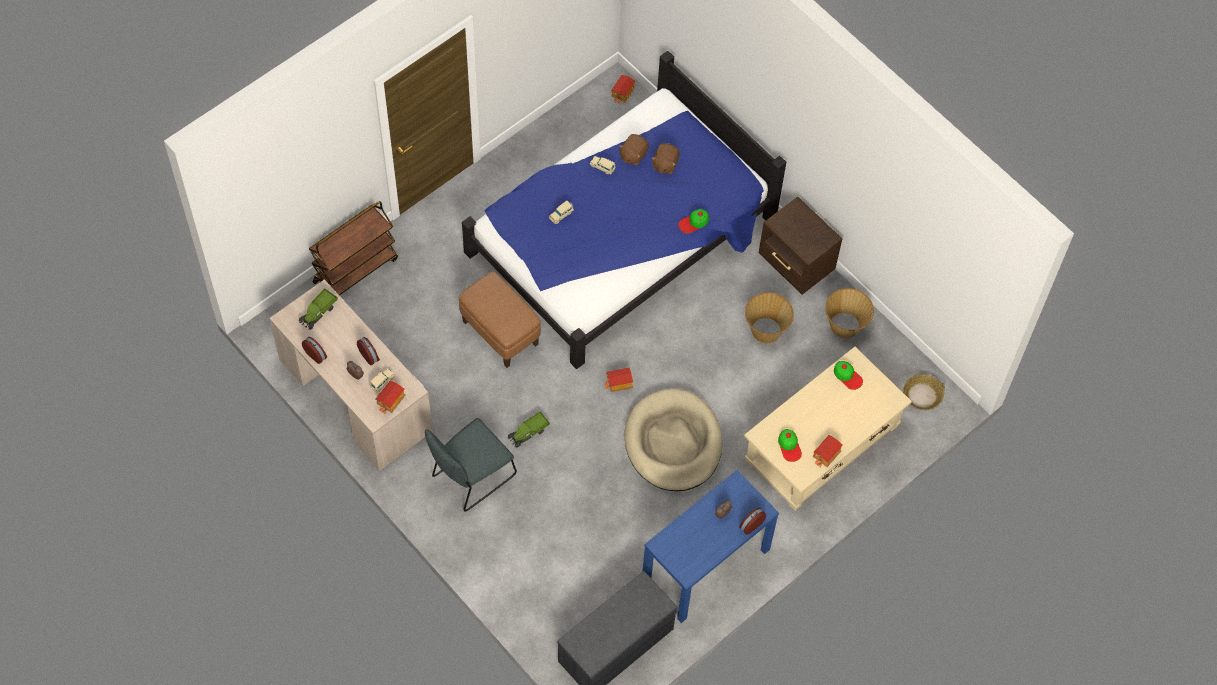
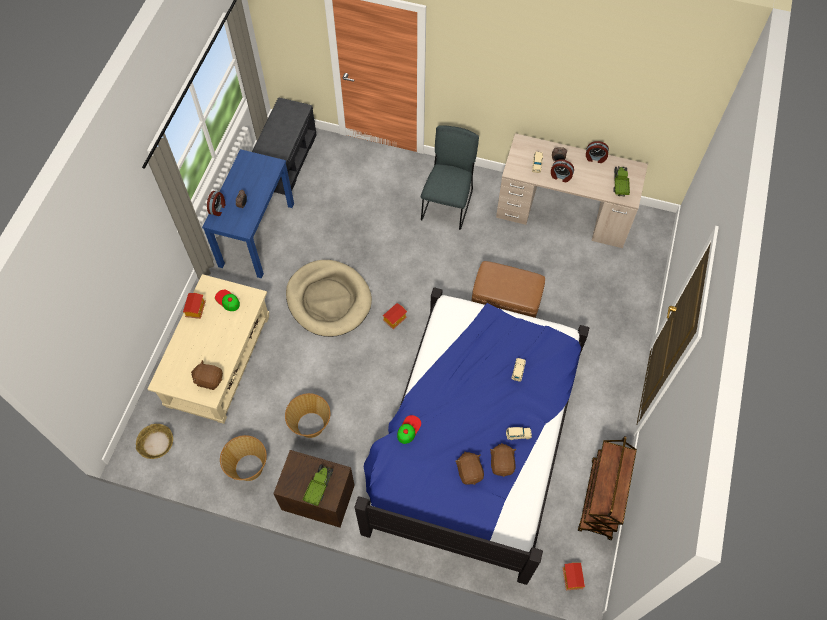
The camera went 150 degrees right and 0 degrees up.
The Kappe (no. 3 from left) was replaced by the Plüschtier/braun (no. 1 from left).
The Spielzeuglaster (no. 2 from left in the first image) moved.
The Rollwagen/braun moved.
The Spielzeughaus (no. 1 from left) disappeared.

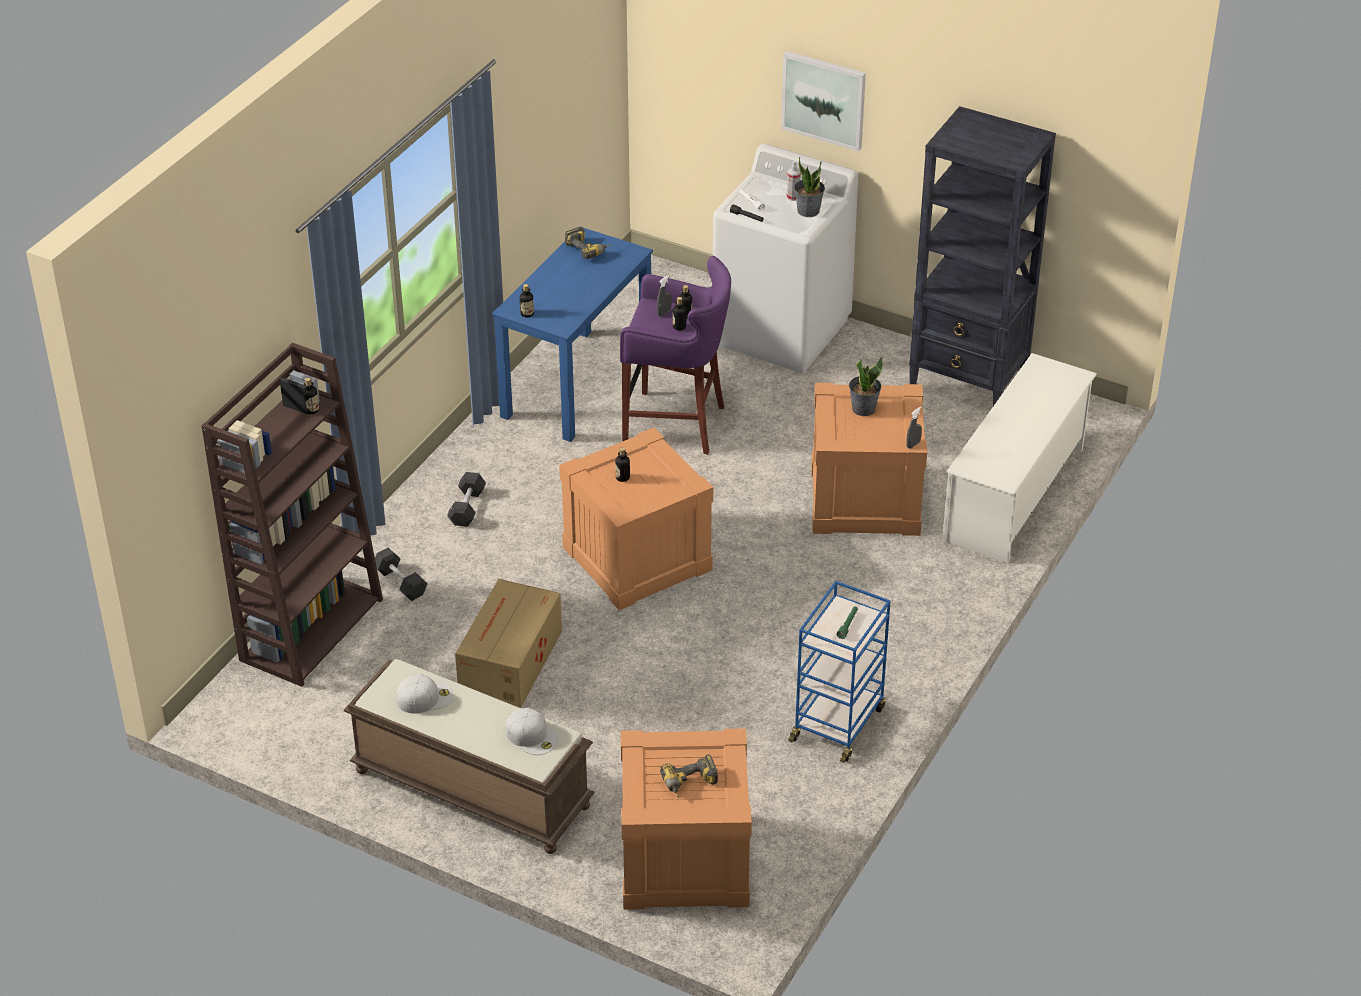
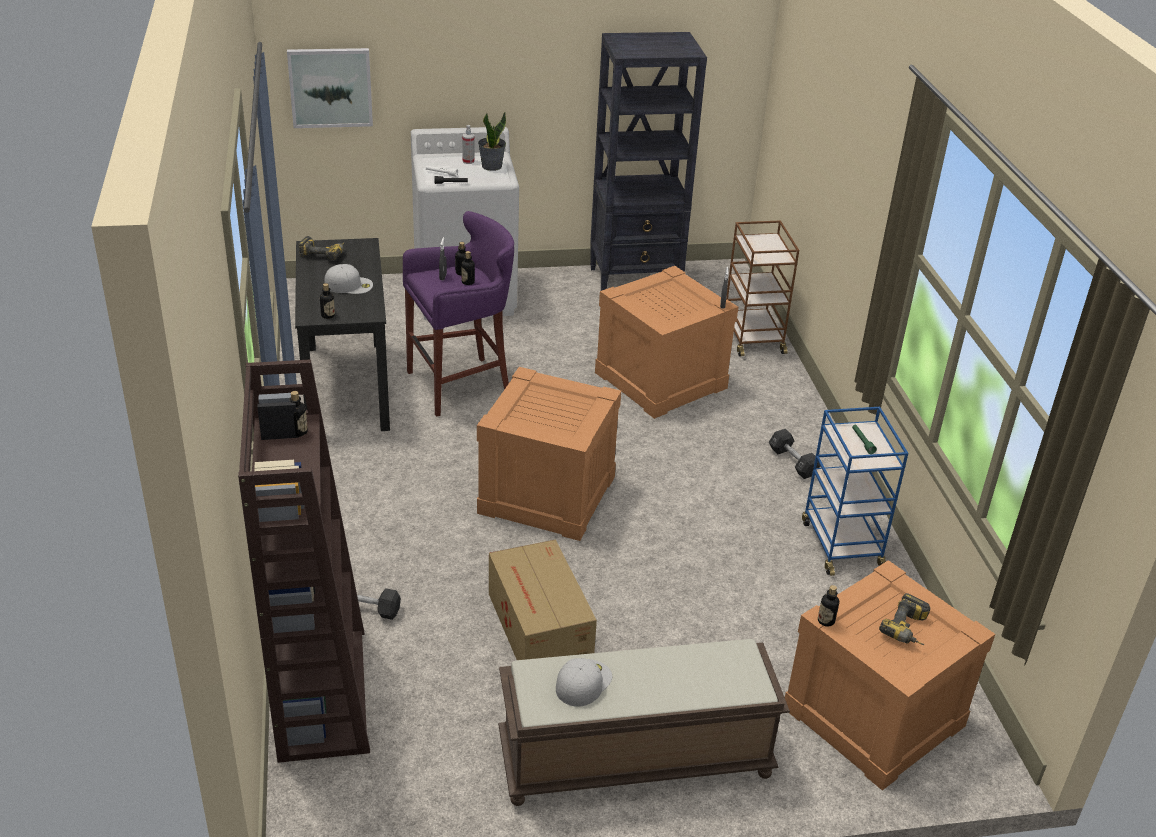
The camera went 40 degrees left and 5 degrees down.
The Bild moved.
The Schreibtisch/blau became the Schreibtisch/schwarz.
The Kappe/weiß (no. 2 from left in the first image) moved.
The Schuhregal/weiß was replaced by the Rollwagen/braun.
The Hantel/schwarz (no. 2 from left) moved.
The Flasche (no. 3 from left in the first image) moved.
The Topfpflanze (no. 2 from left) disappeared.

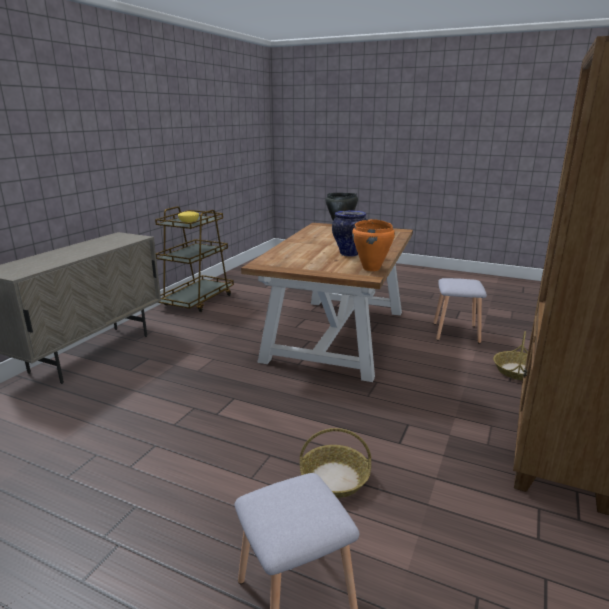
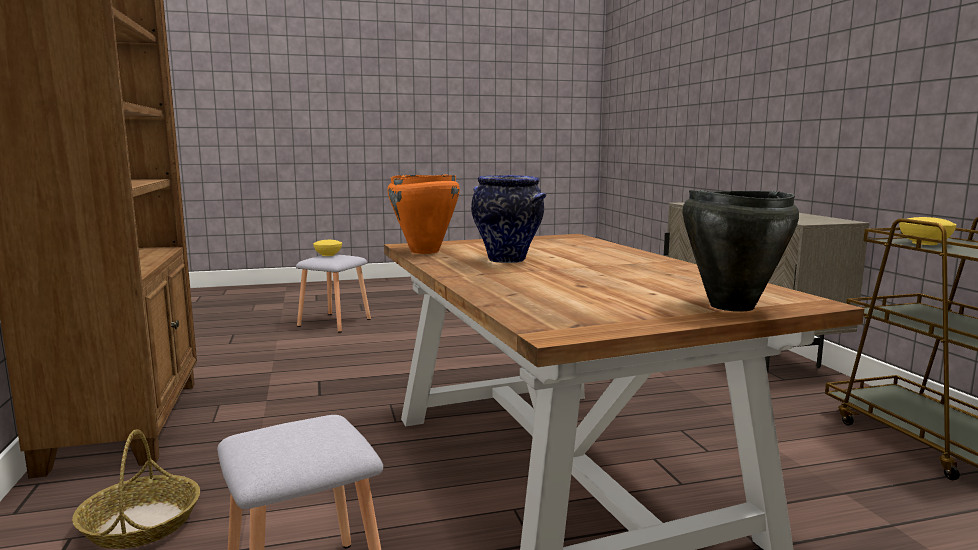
The camera went 140 degrees right and 10 degrees down.
The Schüssel/gelb (no. 1 from left) appeared.
The Korb (no. 1 from left) disappeared.

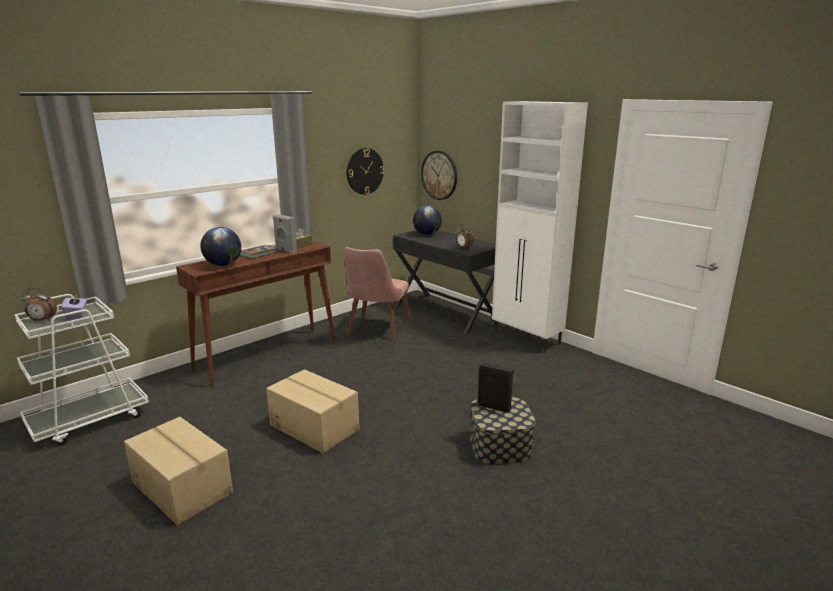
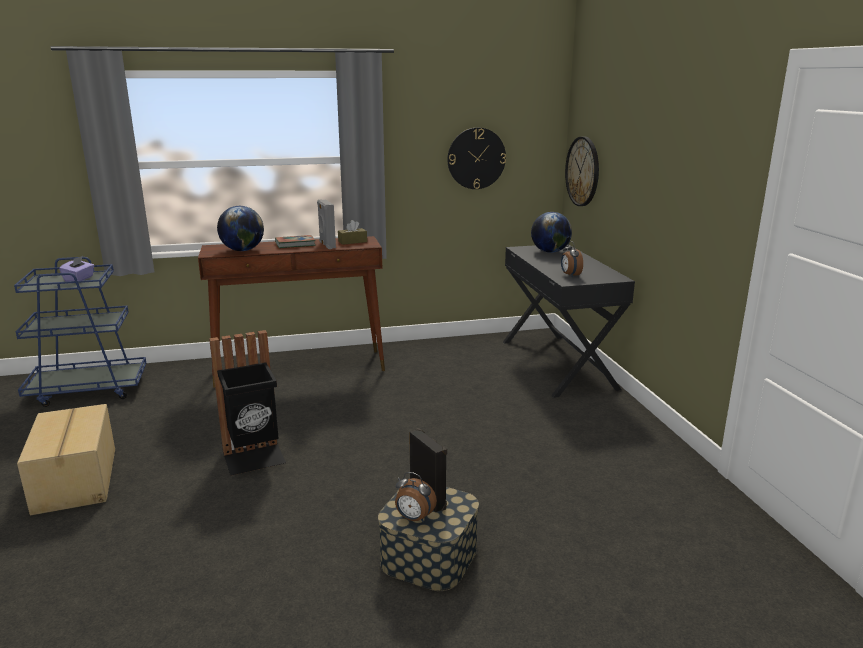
The camera went 30 degrees right and 0 degrees up.
The Rollwagen/weiß became the Rollwagen/blau.
The Karton (no. 2 from left) was replaced by the Mülleimer/schwarz.
The Wecker (no. 1 from left) moved.
The Stuhl/rosa disappeared.
The Schrank/weiß disappeared.

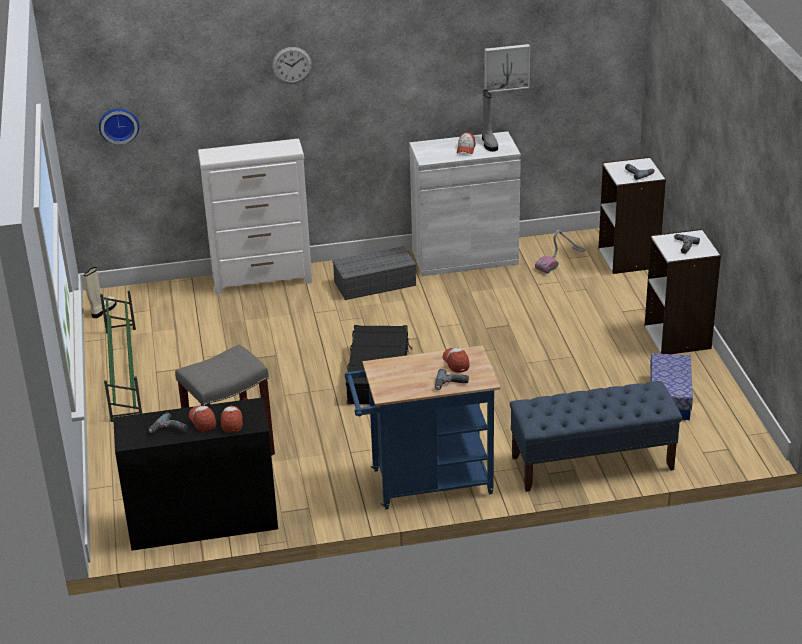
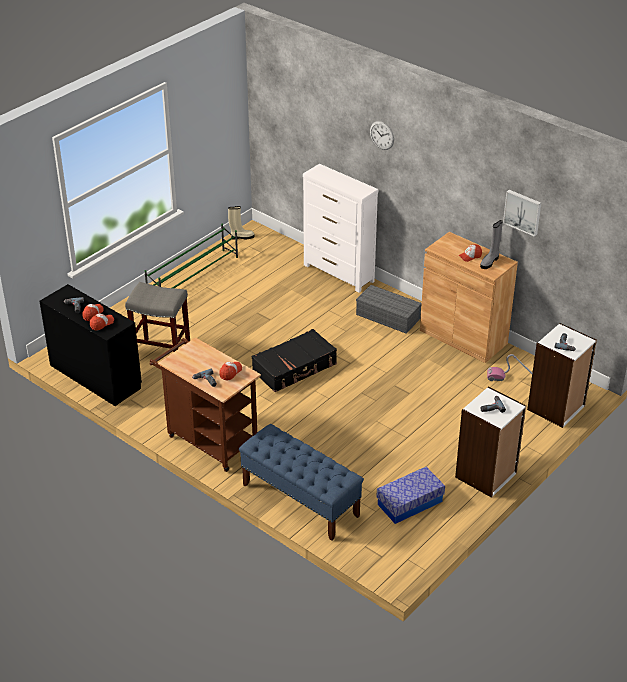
The camera went 50 degrees right and 5 degrees up.
The Rollwagen/blau became the Rollwagen/braun.
The Schrank/weiß became the Schrank/braun.
The Wanduhr (no. 1 from left) disappeared.

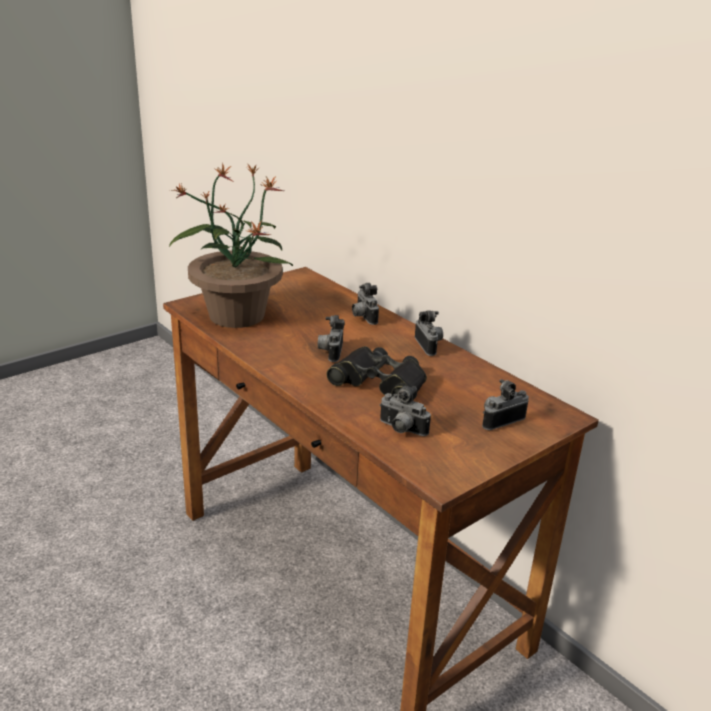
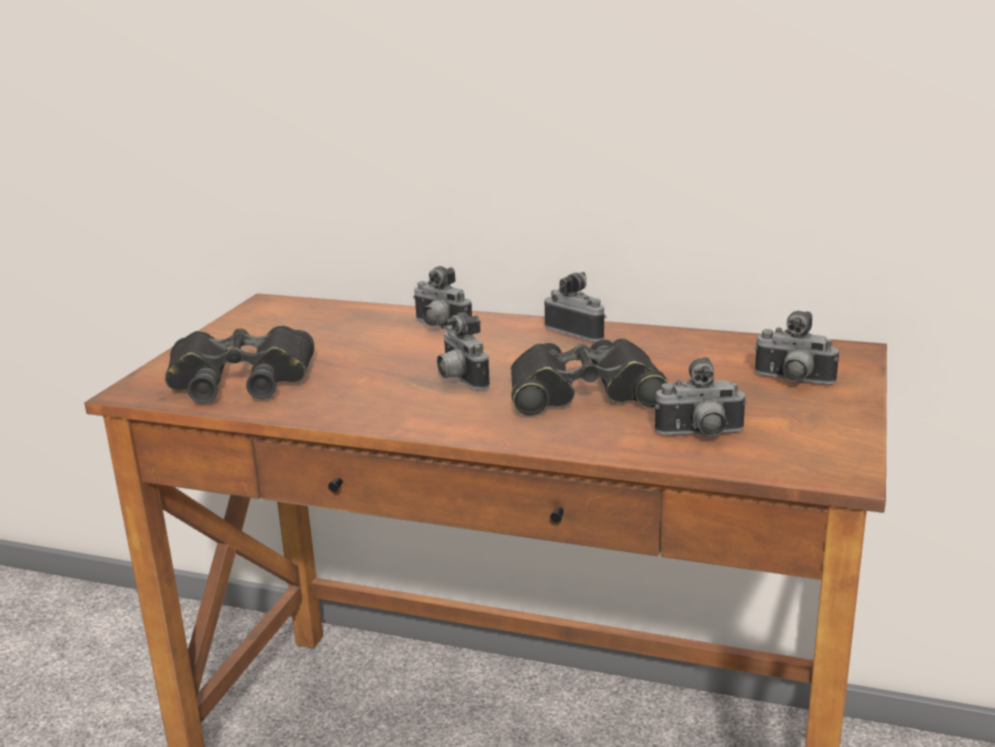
The camera went 30 degrees left and 5 degrees down.
The Topfpflanze was replaced by the Fernglas/schwarz (no. 1 from left).
The Kamera (no. 5 from left) turned 90 degrees counterclockwise.

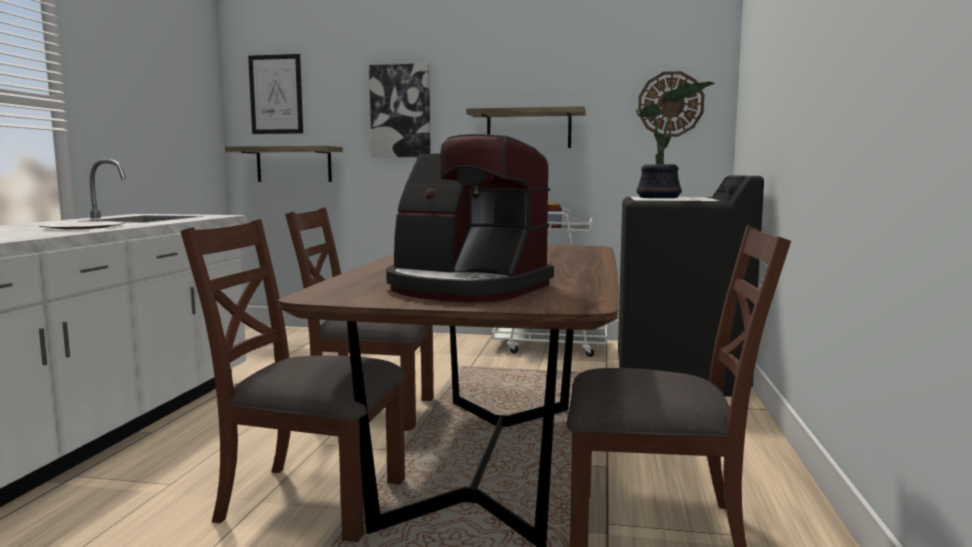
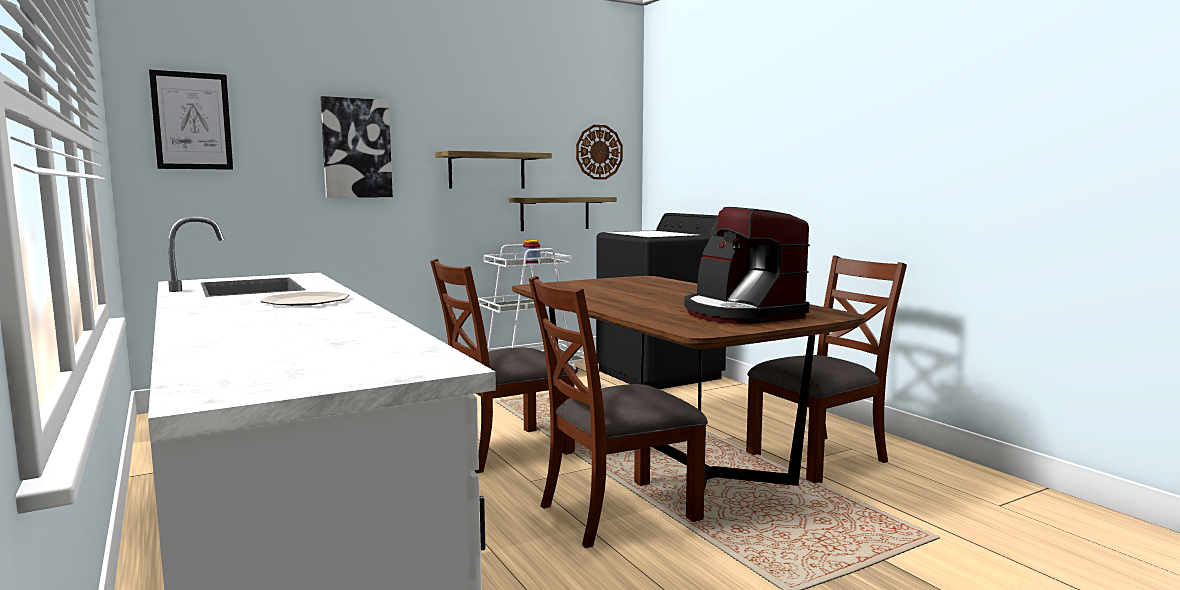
The camera went 40 degrees left and 0 degrees up.
The Wandregal (no. 1 from left in the first image) moved.
The Kaffeemaschine turned 75 degrees clockwise.
The Topfpflanze disappeared.

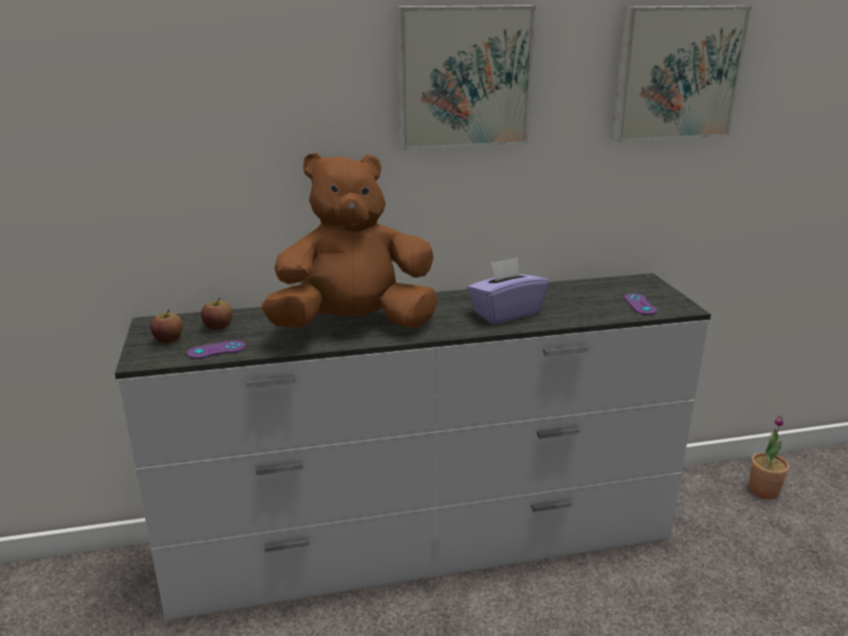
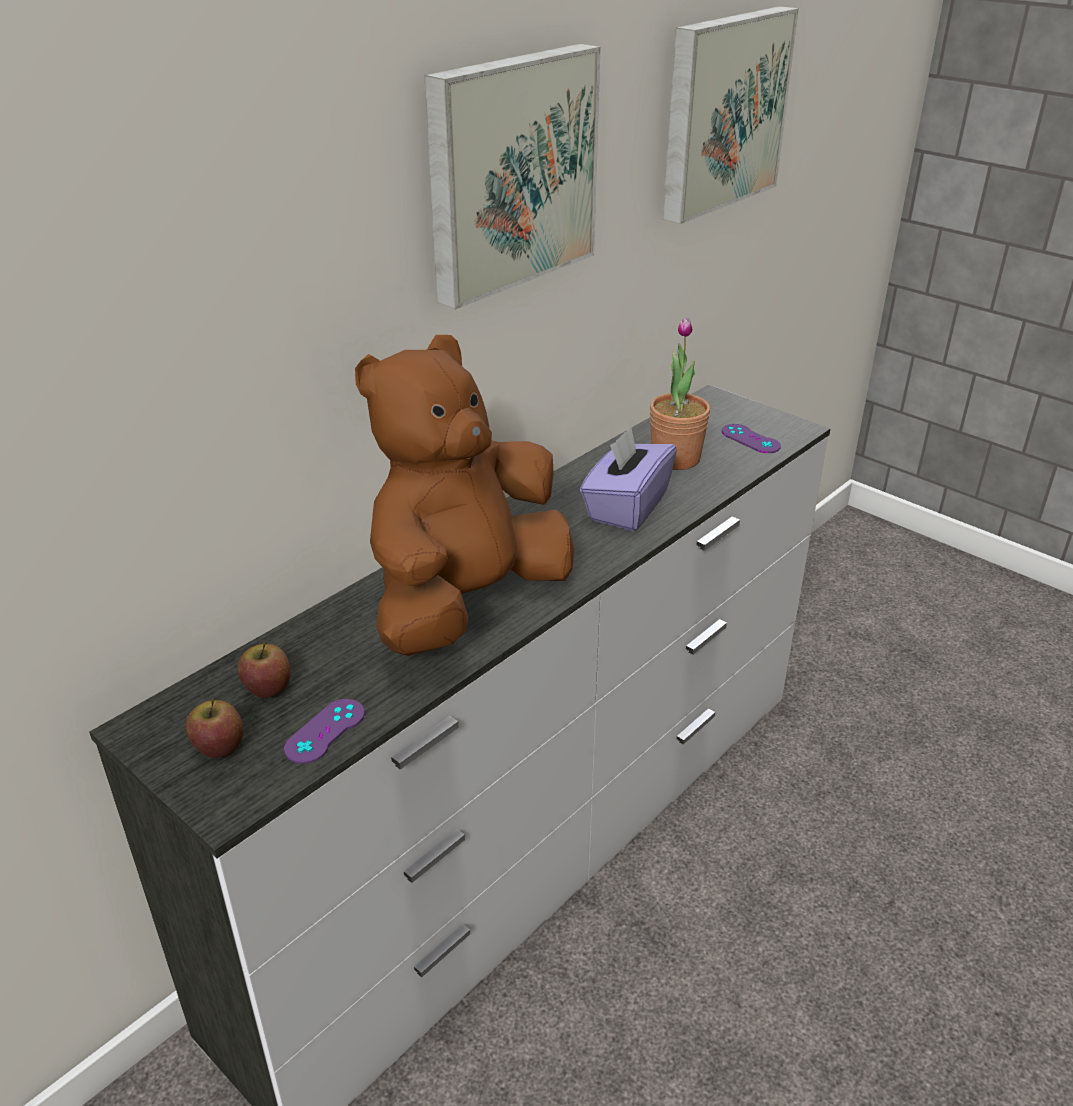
The camera went 35 degrees left and 10 degrees up.
The Topfpflanze moved.

